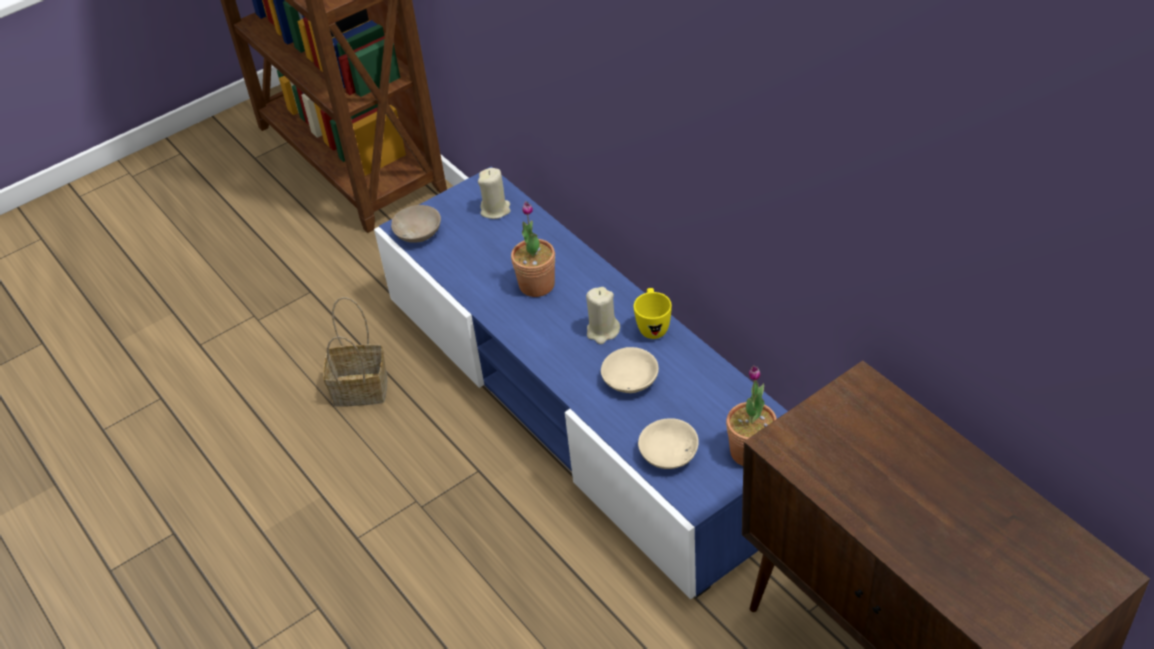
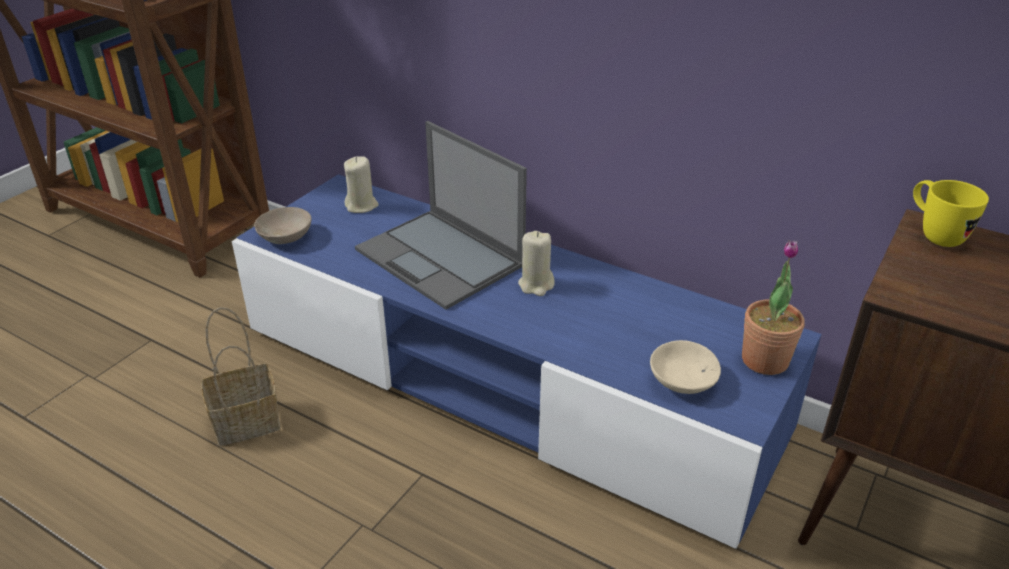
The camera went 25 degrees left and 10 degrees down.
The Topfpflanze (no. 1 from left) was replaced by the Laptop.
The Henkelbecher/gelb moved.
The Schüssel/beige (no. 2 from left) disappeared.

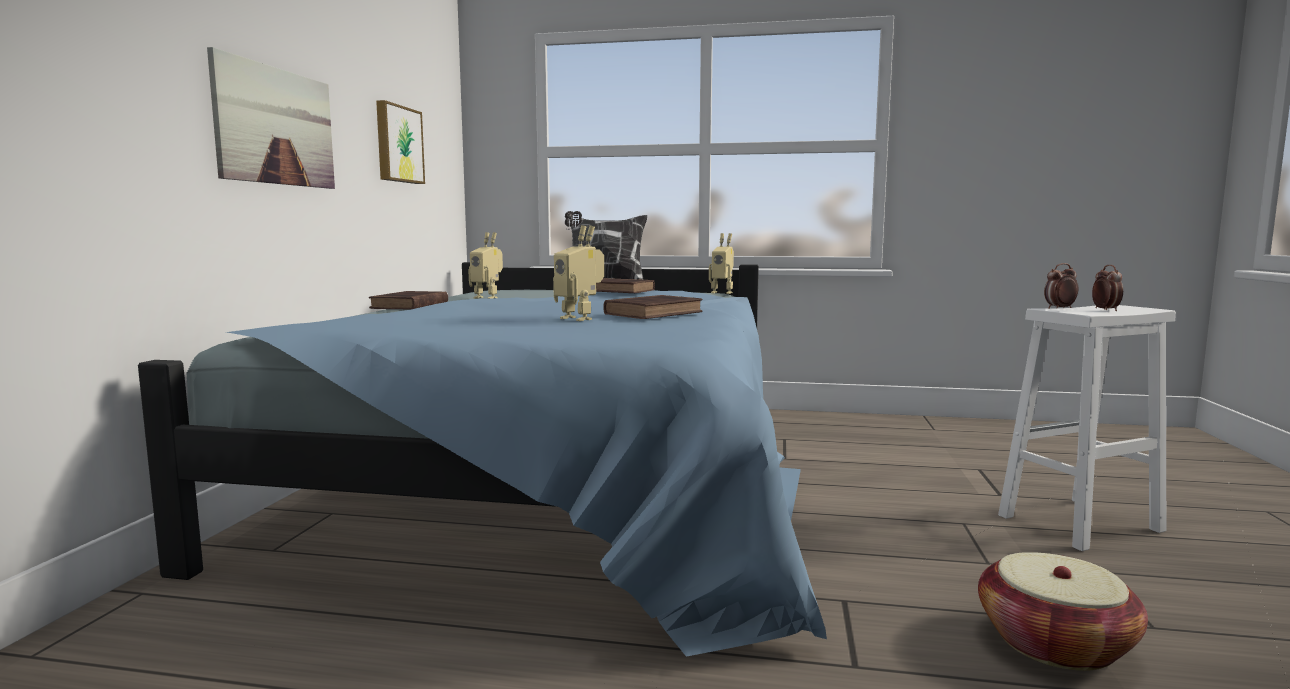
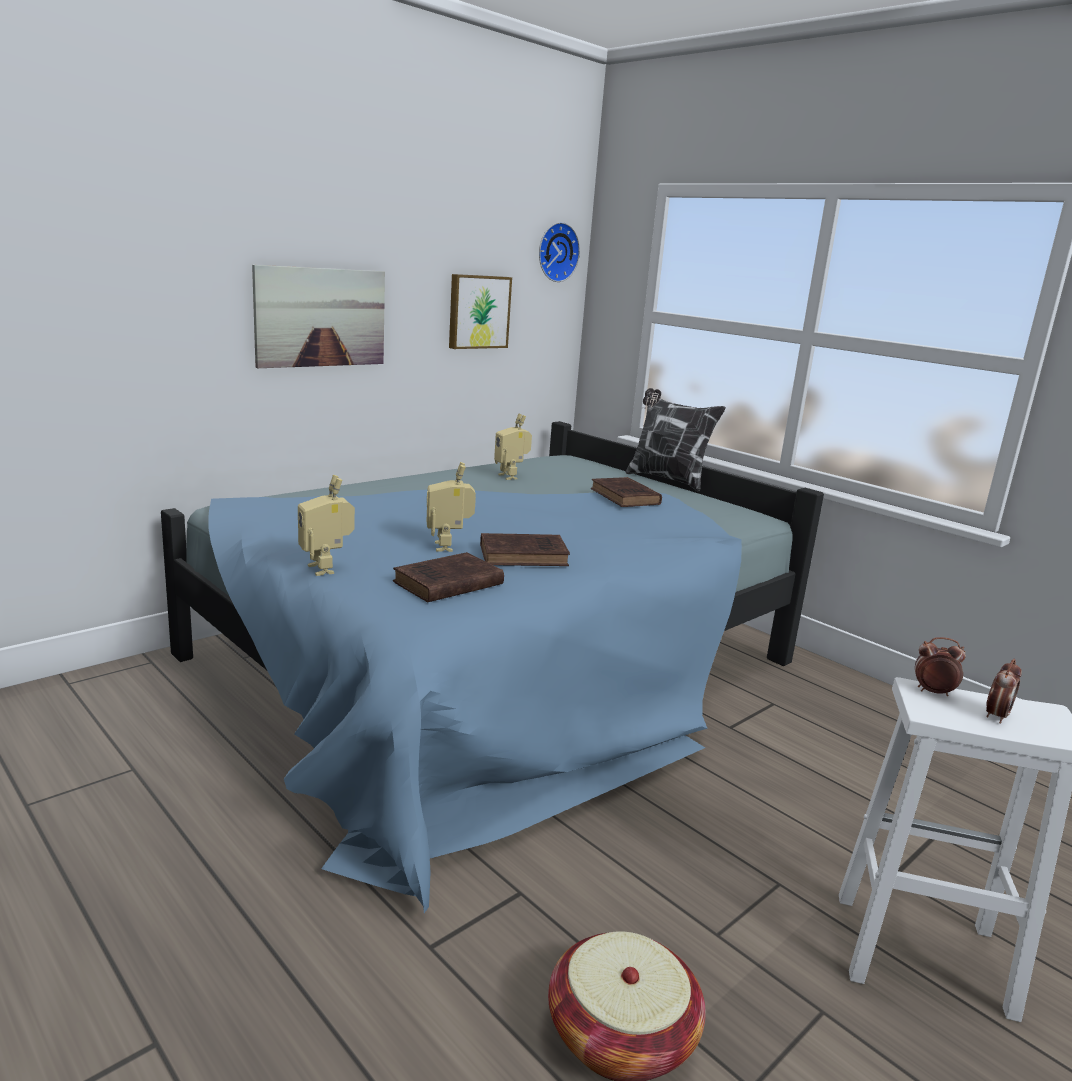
The camera went 35 degrees right and 10 degrees up.
The Spielzeugroboter (no. 3 from left in the first image) moved.
The Buch/braun (no. 1 from left) moved.
The Wanduhr appeared.

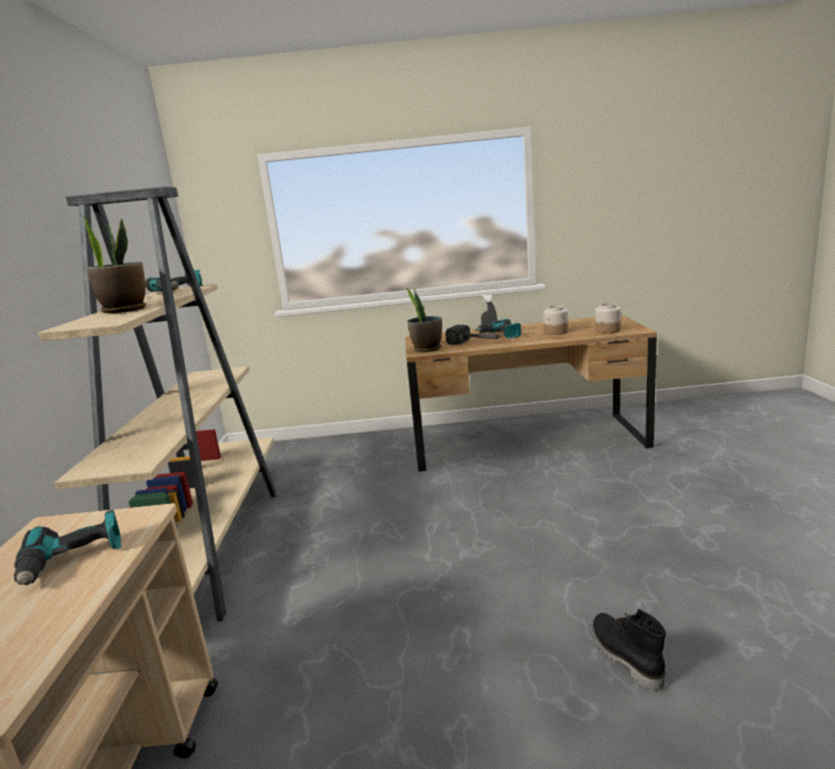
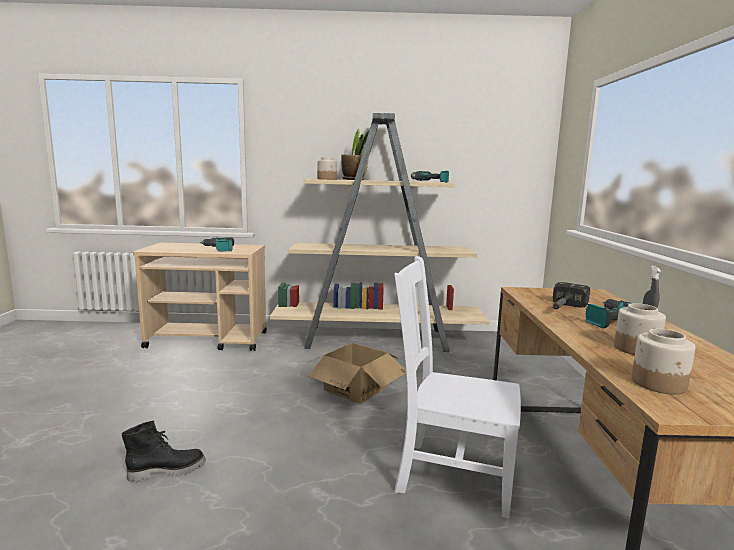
The camera went 90 degrees right and 5 degrees down.
The Karton appeared.
The Vorratsglas (no. 1 from left) appeared.
The Stuhl/weiß appeared.
The Topfpflanze (no. 2 from left) disappeared.

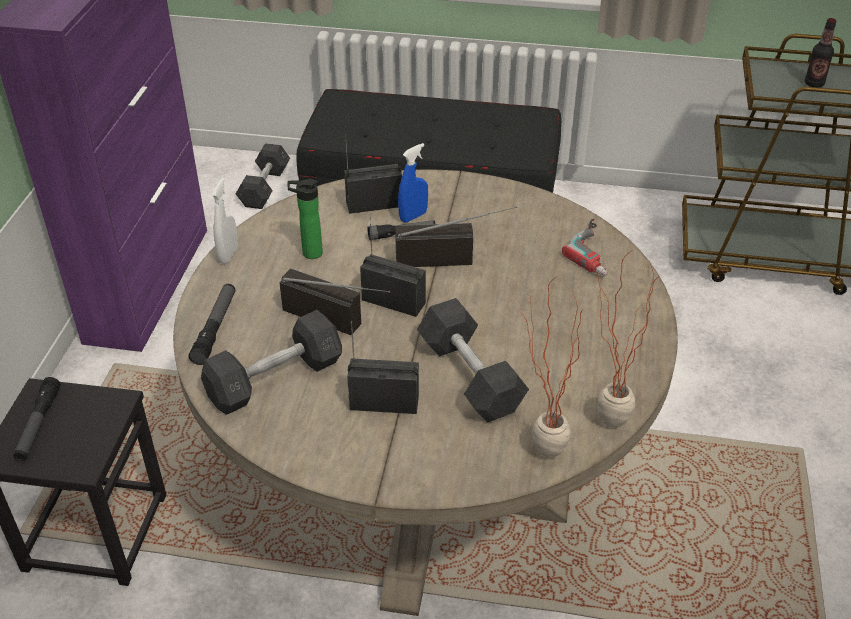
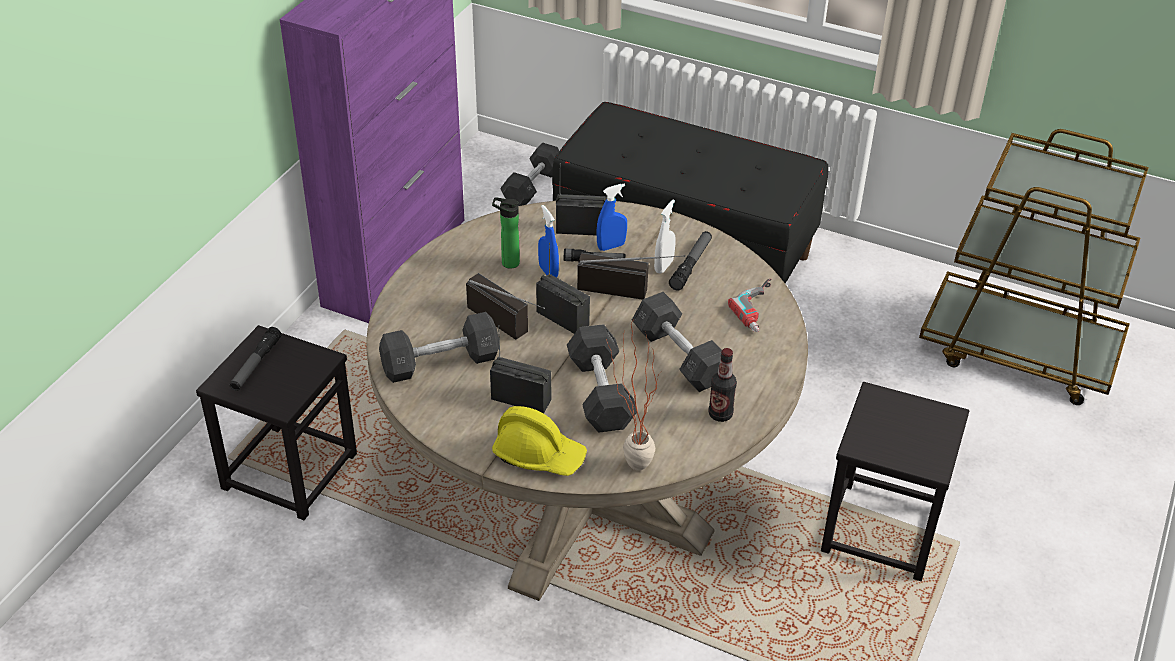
The camera went 15 degrees right and 0 degrees up.
The Schutzhelm/gelb appeared.
The Sprühflasche/blau (no. 1 from left) appeared.
The Hantel/grau (no. 4 from left) appeared.
The Sprühflasche/weiß moved.
The Taschenlampe (no. 2 from left in the first image) moved.
The Flasche (no. 2 from left) moved.
The Hocker/schwarz (no. 2 from left) appeared.
The Topfpflanze (no. 2 from left) disappeared.

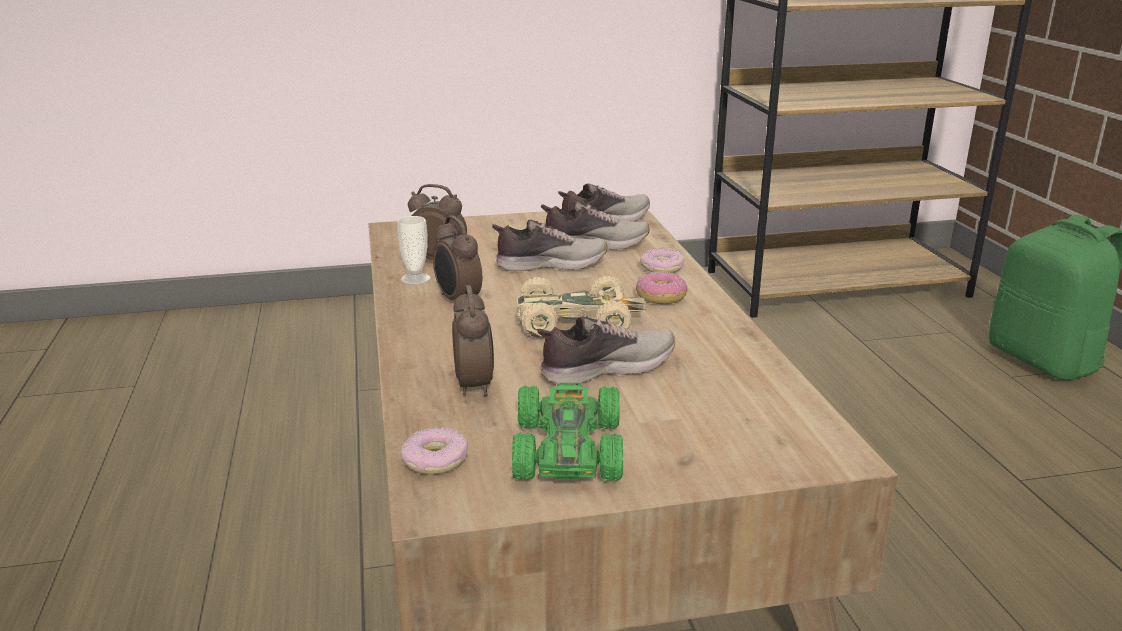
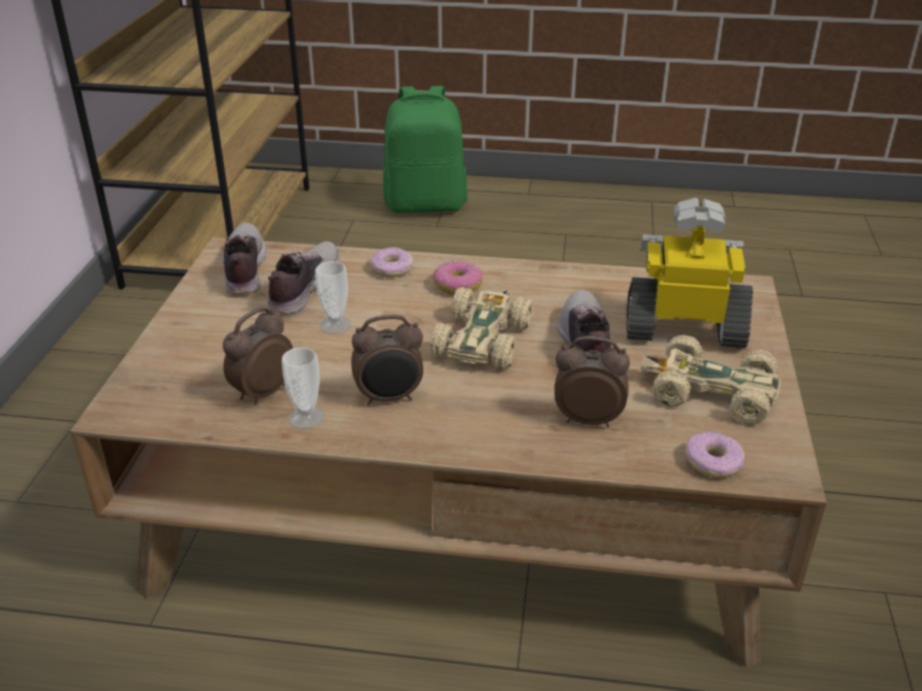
The camera went 70 degrees left and 10 degrees up.
The Schuh (no. 1 from left) was replaced by the Tasse (no. 2 from left).
The Spielzeugroboter appeared.
The Spielzeugauto/grün became the Spielzeugauto/beige (no. 2 from left).

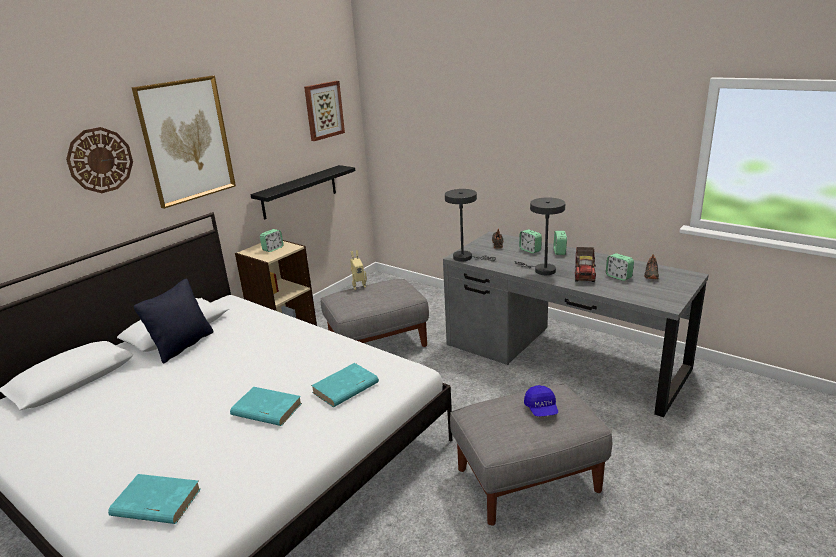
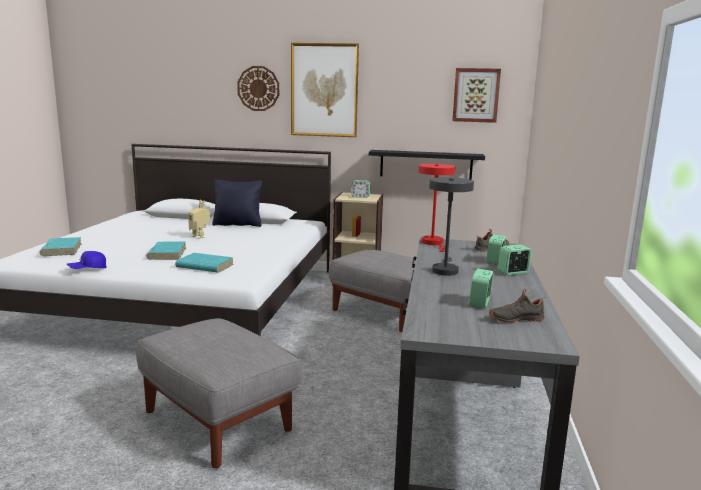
The camera went 60 degrees right and 10 degrees down.
The Kappe/blau moved.
The Spielzeugroboter moved.
The Tischlampe/grau (no. 1 from left) became the Tischlampe/rot.
The Spielzeuglaster disappeared.

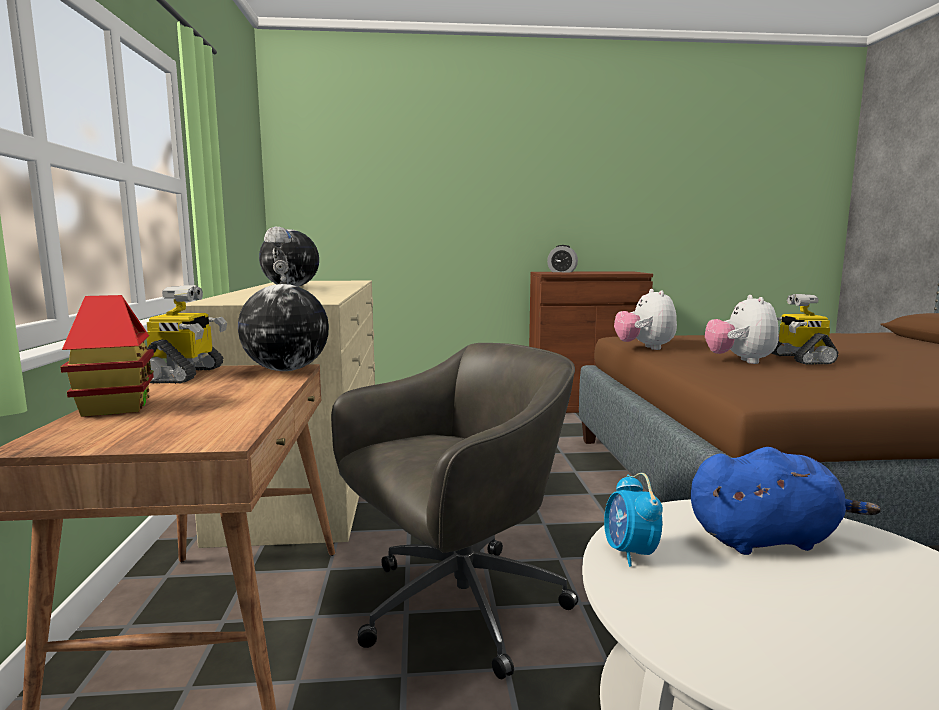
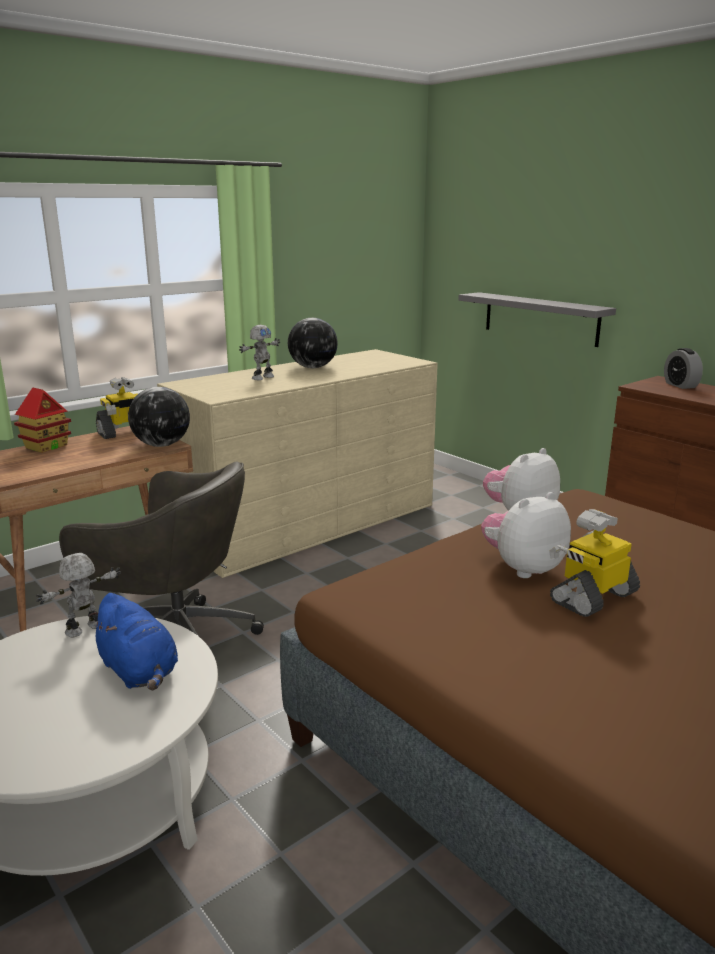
The camera went 55 degrees right and 10 degrees up.
The Wecker (no. 2 from left) was replaced by the Spielzeugroboter (no. 1 from left).
The Wandregal/grau appeared.

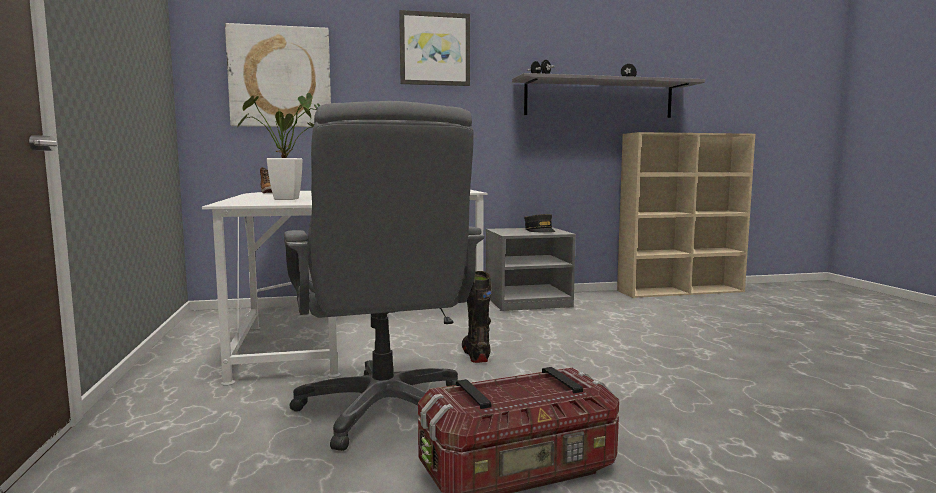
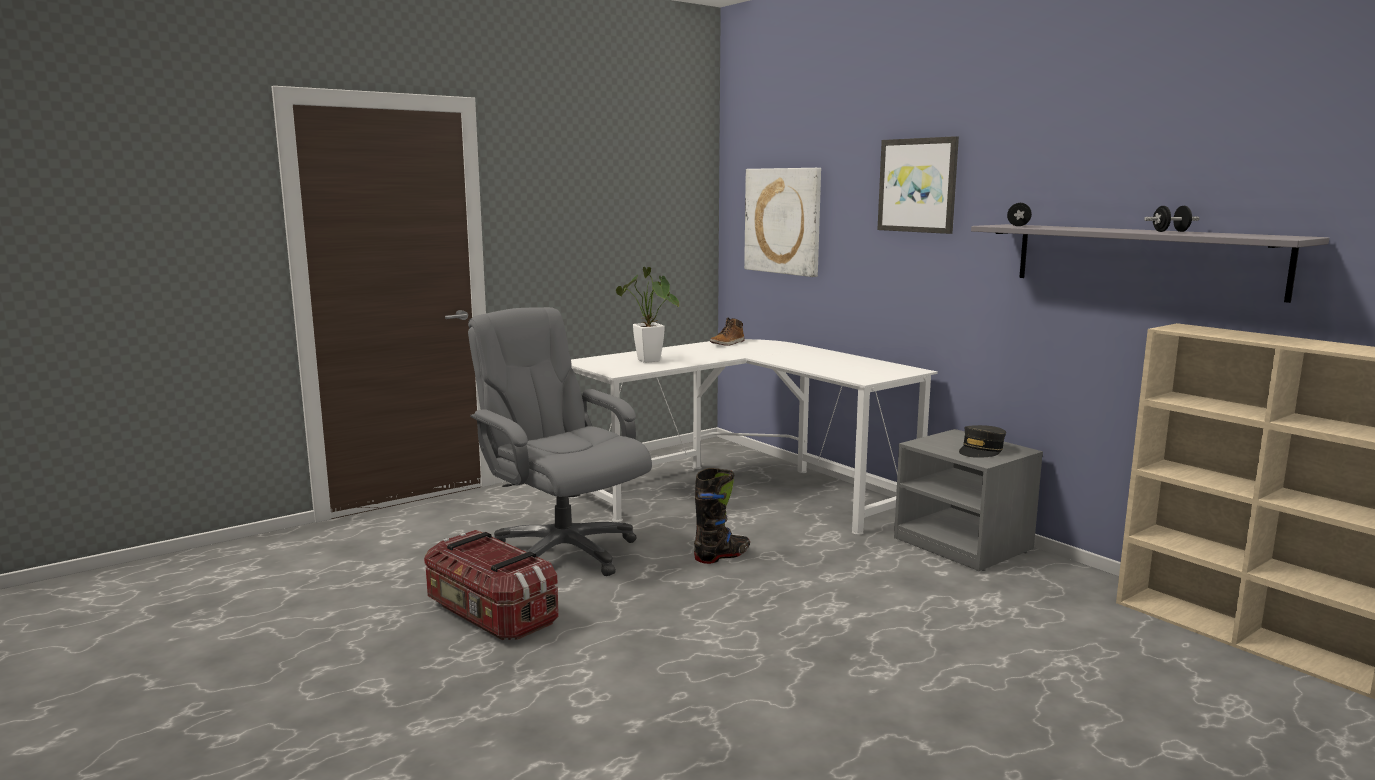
The camera went 65 degrees right and 5 degrees up.
The Bürostuhl/grau turned 90 degrees clockwise.

